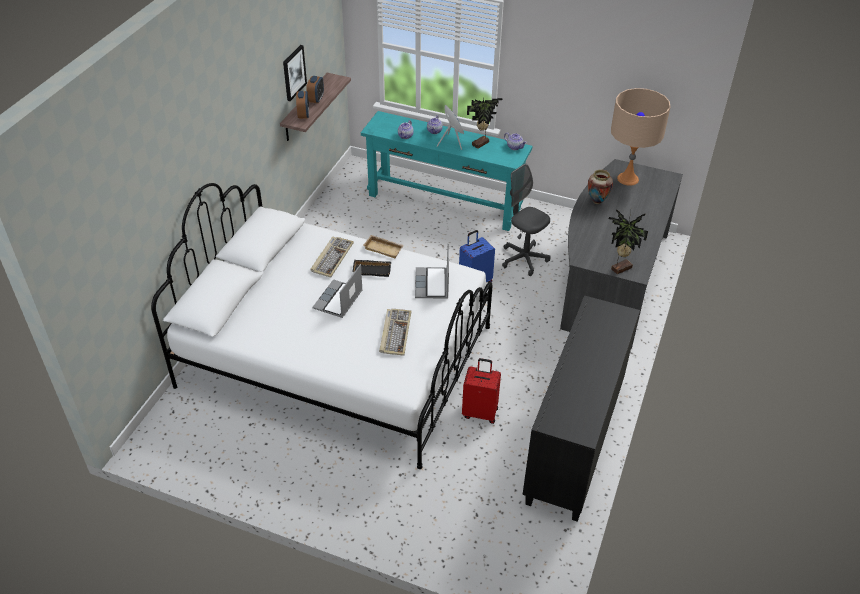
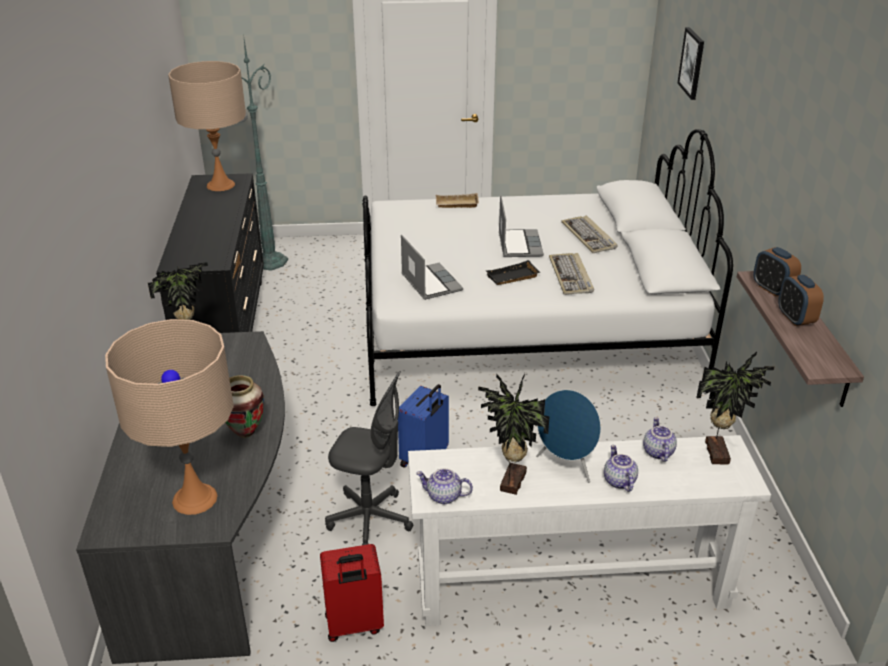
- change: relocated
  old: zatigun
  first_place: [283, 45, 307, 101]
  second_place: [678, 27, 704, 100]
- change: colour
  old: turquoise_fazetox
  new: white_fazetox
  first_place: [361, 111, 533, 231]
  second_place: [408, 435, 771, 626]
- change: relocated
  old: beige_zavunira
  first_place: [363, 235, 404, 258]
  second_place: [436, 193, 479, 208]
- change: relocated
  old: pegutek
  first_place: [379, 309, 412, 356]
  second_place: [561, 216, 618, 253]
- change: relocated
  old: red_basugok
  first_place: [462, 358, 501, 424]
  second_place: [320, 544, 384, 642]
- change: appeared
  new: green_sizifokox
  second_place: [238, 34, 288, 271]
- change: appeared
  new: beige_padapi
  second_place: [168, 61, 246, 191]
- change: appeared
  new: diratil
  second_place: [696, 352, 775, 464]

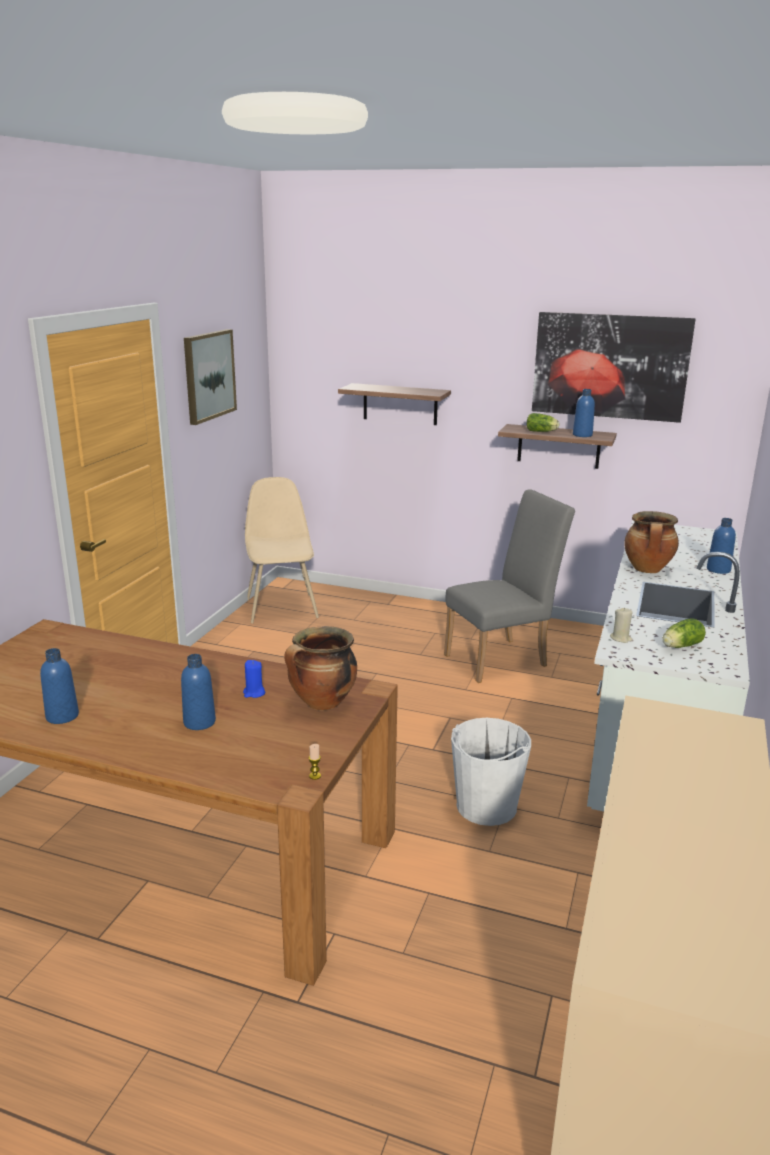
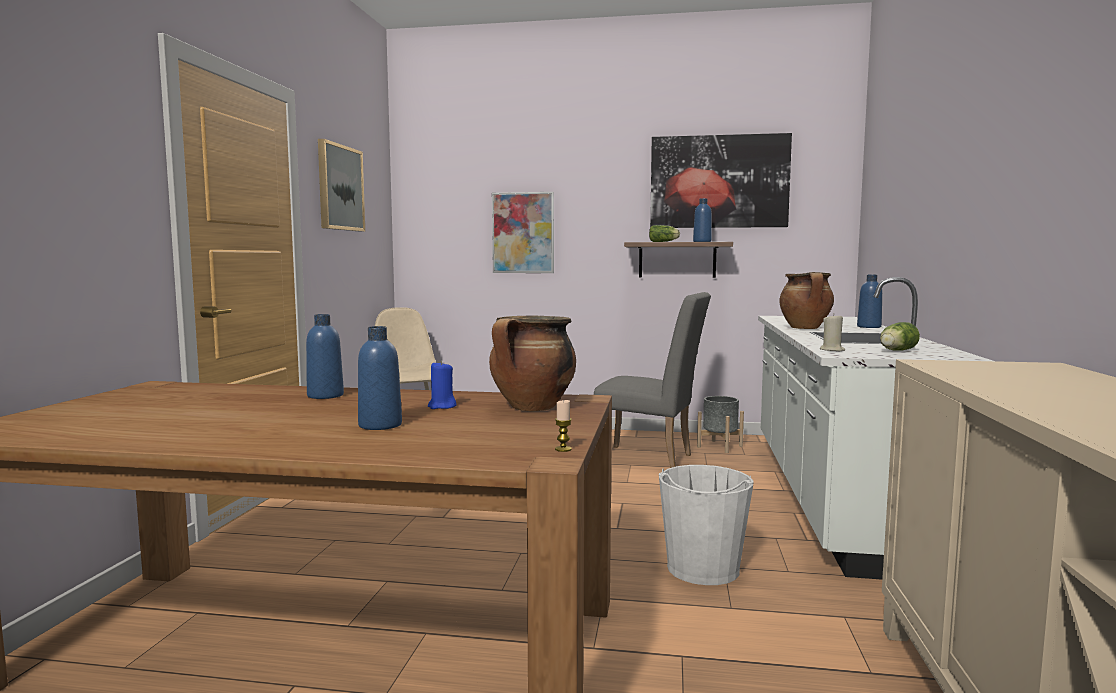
- change: exchanged
  old: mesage
  new: zatigun
  first_place: [338, 383, 451, 425]
  second_place: [492, 192, 554, 273]
- change: spun
  old: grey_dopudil
  first_place: [444, 489, 575, 683]
  second_place: [594, 292, 711, 468]
  degrees: 60
- change: relocated
  old: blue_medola
  first_place: [40, 648, 79, 724]
  second_place: [306, 314, 344, 399]
- change: appeared
  new: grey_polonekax
  second_place: [697, 396, 744, 453]

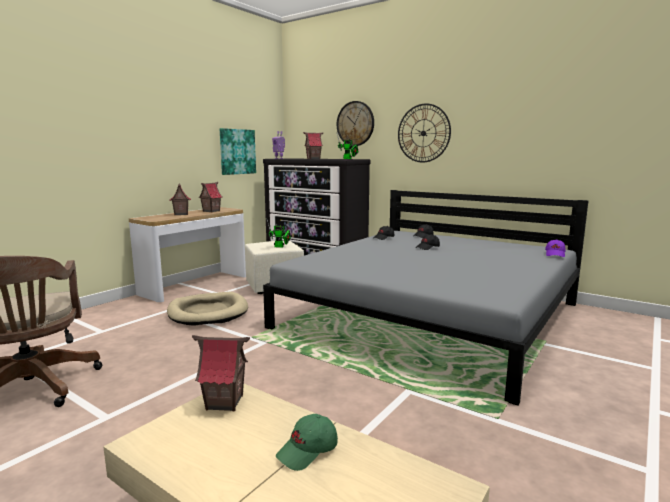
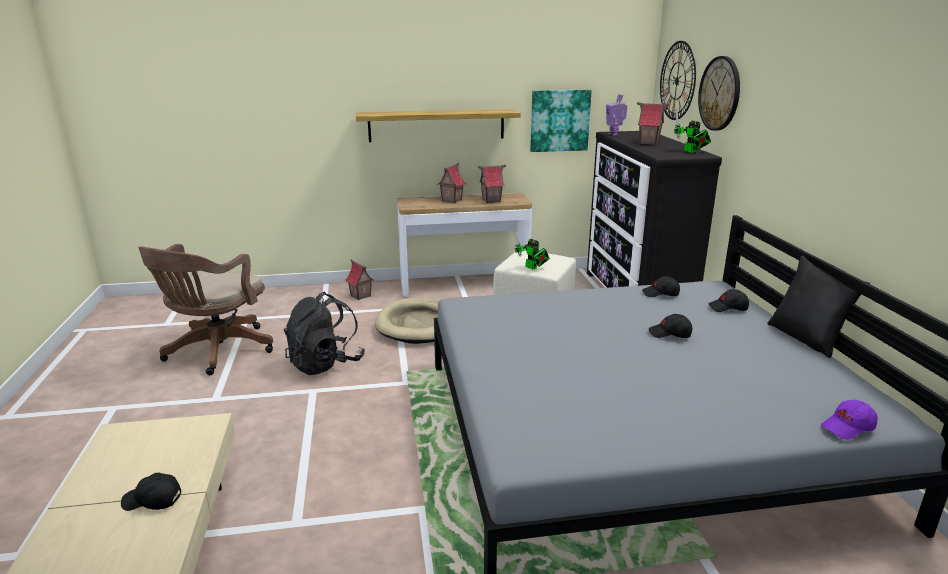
- change: relocated
  old: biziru
  first_place: [398, 103, 451, 163]
  second_place: [660, 41, 696, 120]
- change: relocated
  old: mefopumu
  first_place: [192, 335, 250, 412]
  second_place: [345, 260, 374, 300]
- change: colour
  old: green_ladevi
  new: black_ladevi
  first_place: [276, 414, 338, 471]
  second_place: [121, 473, 181, 511]
- change: appeared
  new: mesage
  second_place: [356, 109, 521, 142]
- change: appeared
  new: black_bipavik
  second_place: [767, 256, 870, 358]
- change: appeared
  new: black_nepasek
  second_place: [284, 292, 365, 375]

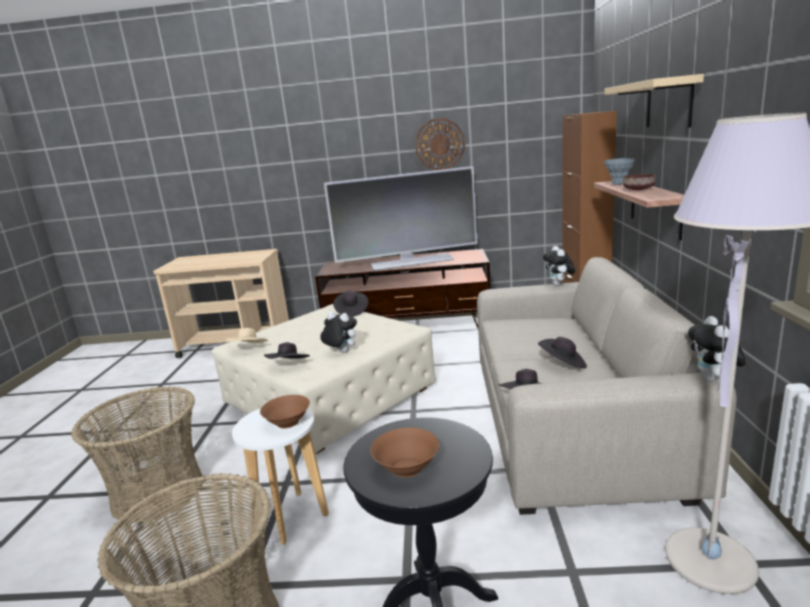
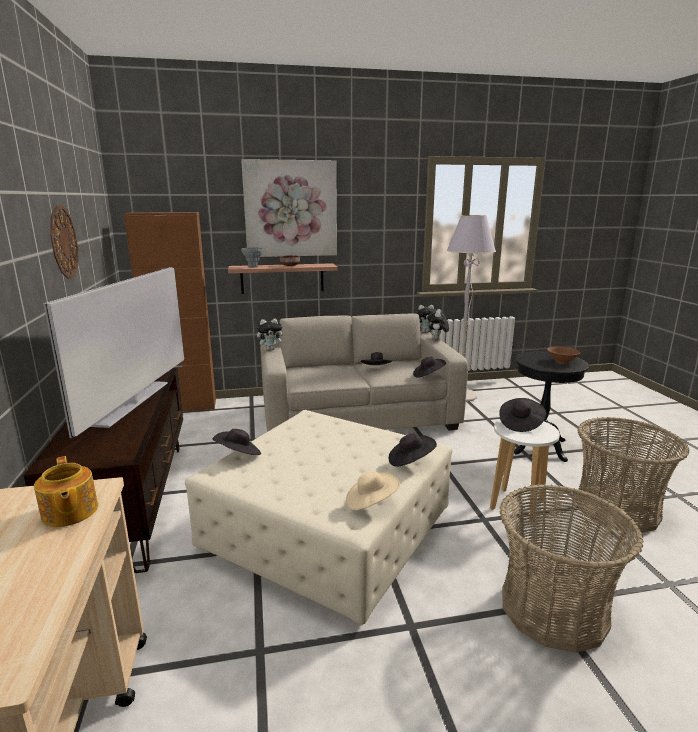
- change: exchanged
  old: beige_mesage
  new: zatigun
  first_place: [604, 74, 704, 128]
  second_place: [241, 159, 337, 257]
- change: spun
  old: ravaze
  first_place: [324, 166, 478, 271]
  second_place: [43, 267, 184, 438]
  degrees: -150
- change: relocated
  old: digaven
  first_place: [320, 312, 357, 353]
  second_place: [428, 309, 449, 340]
- change: exchanged
  old: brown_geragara
  new: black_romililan
  first_place: [260, 395, 310, 429]
  second_place: [499, 398, 546, 432]
- change: appeared
  new: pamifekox
  second_place: [34, 456, 98, 527]

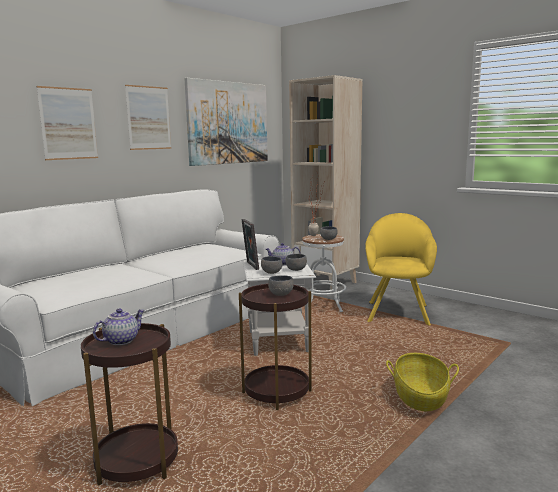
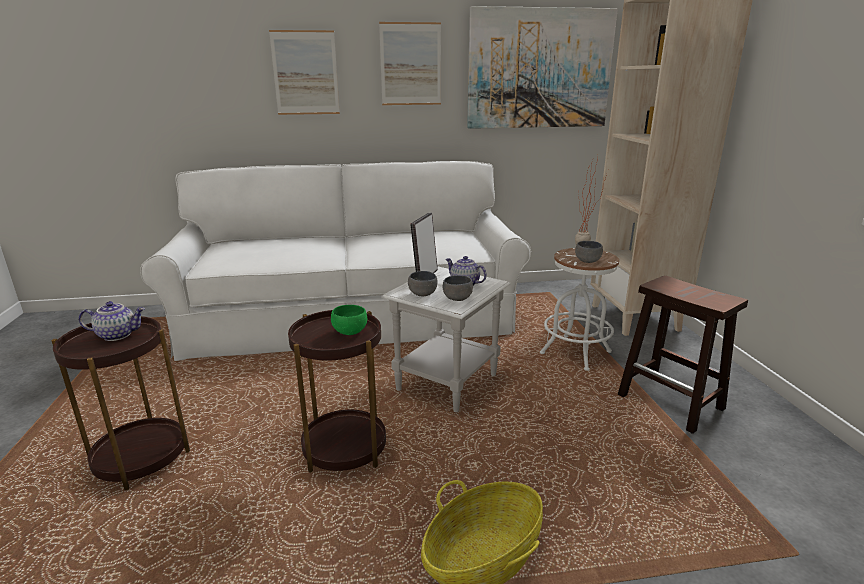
- change: exchanged
  old: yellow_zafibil
  new: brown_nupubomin
  first_place: [365, 213, 437, 325]
  second_place: [618, 275, 748, 434]
- change: colour
  old: grey_geragara
  new: green_geragara
  first_place: [268, 275, 294, 296]
  second_place: [331, 305, 367, 335]

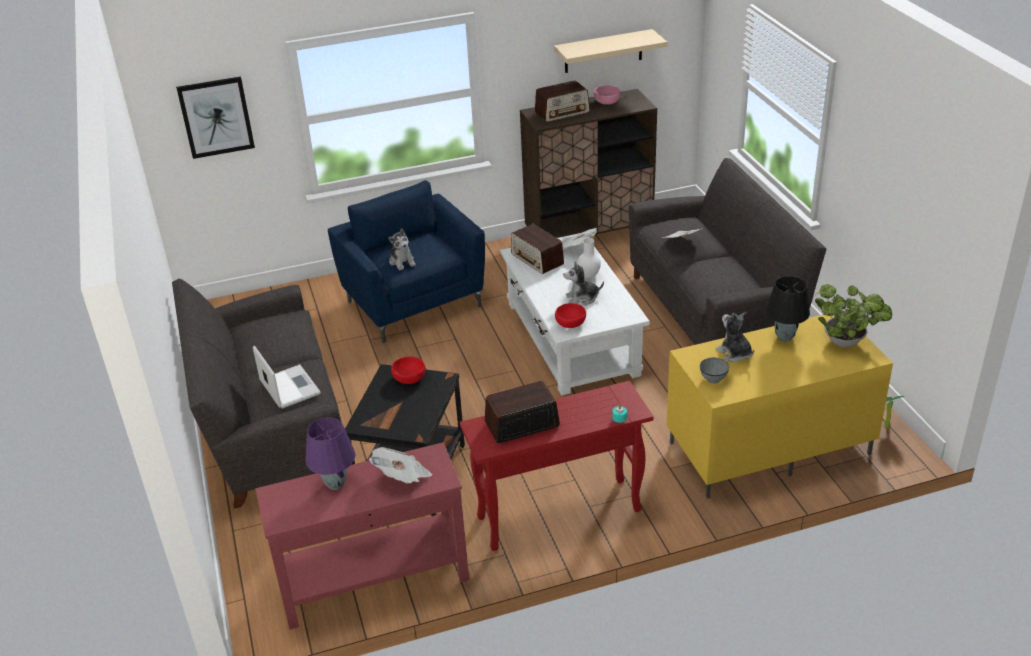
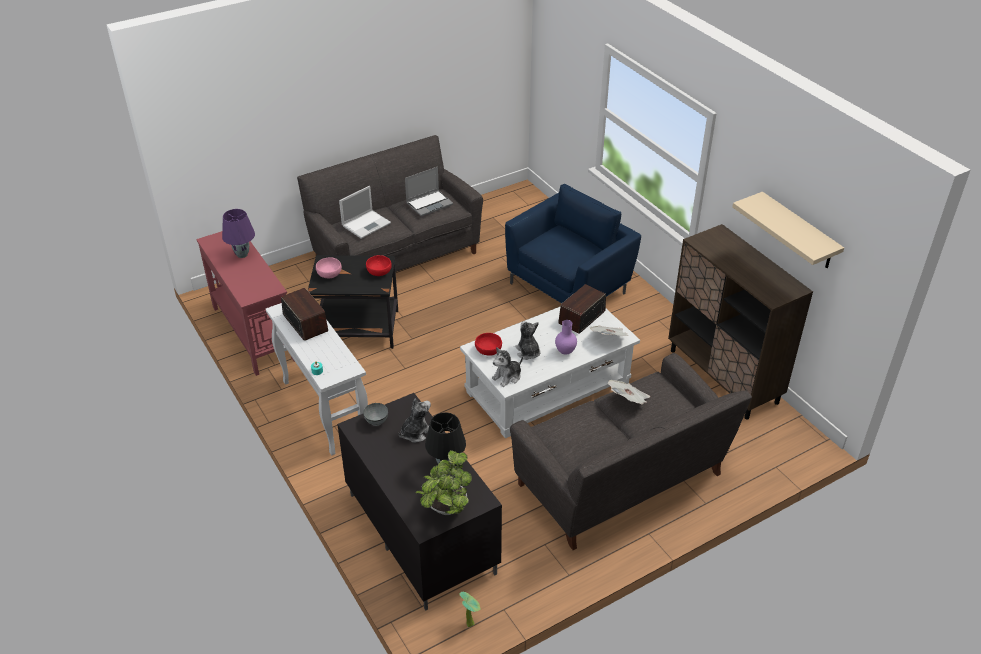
- change: missing
  old: zatigun
  first_place: [176, 76, 255, 159]
- change: missing
  old: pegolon
  first_place: [535, 80, 590, 122]
- change: relocated
  old: pink_geragara
  first_place: [594, 86, 621, 105]
  second_place: [316, 257, 342, 278]
- change: relocated
  old: digaven
  first_place: [388, 229, 416, 270]
  second_place: [492, 347, 523, 387]
- change: colour
  old: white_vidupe
  new: purple_vidupe
  first_place: [577, 238, 601, 278]
  second_place: [555, 320, 577, 355]
- change: colour
  old: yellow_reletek
  new: black_reletek
  first_place: [666, 314, 893, 499]
  second_place: [337, 393, 502, 611]
- change: colour
  old: red_fazetox
  new: white_fazetox
  first_place: [460, 381, 653, 551]
  second_place: [266, 303, 368, 455]
- change: missing
  old: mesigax
  first_place: [369, 447, 432, 484]
- change: appeared
  new: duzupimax
  second_place: [405, 166, 453, 216]

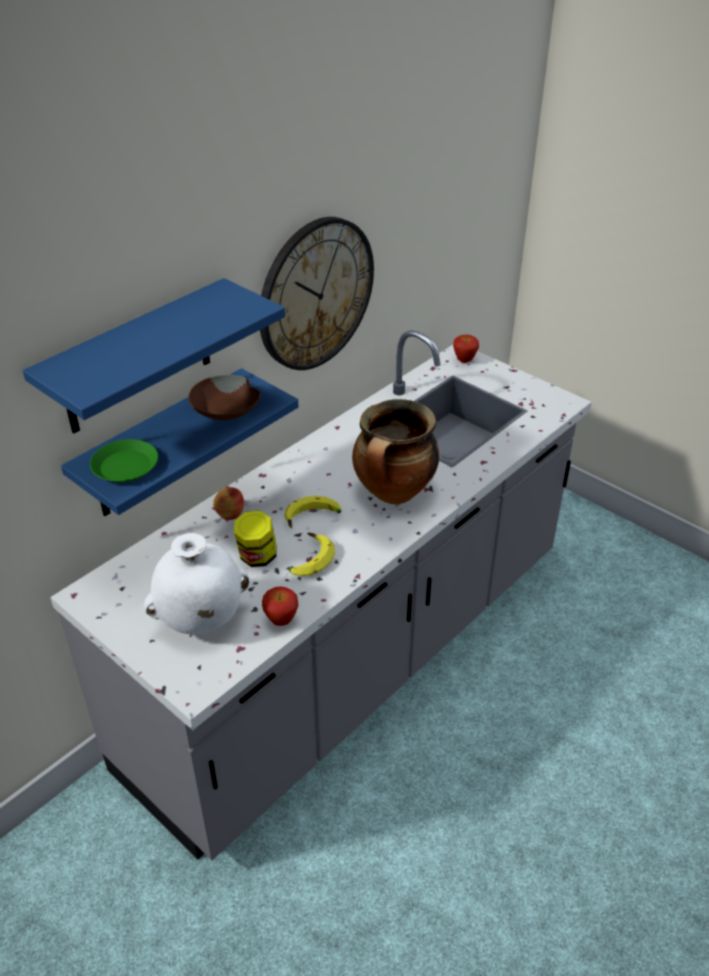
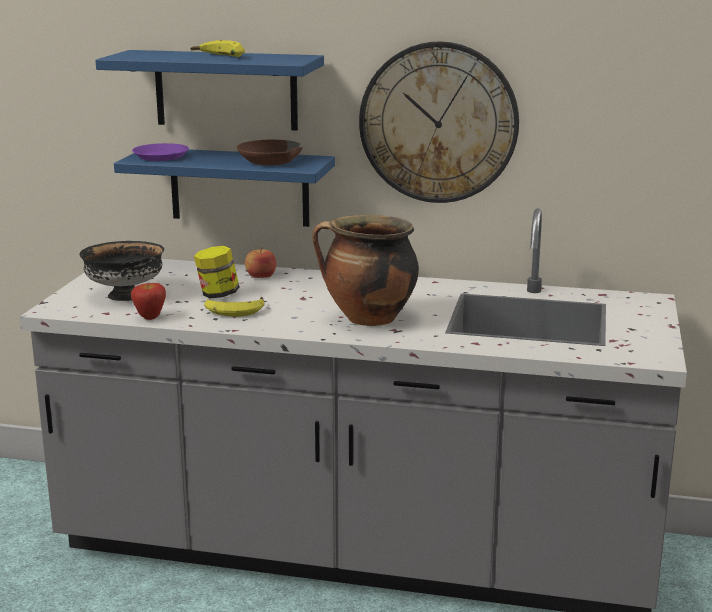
- change: missing
  old: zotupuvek
  first_place: [453, 335, 479, 363]
- change: colour
  old: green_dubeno
  new: purple_dubeno
  first_place: [90, 439, 158, 483]
  second_place: [132, 143, 189, 161]
- change: relocated
  old: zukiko
  first_place: [285, 496, 341, 528]
  second_place: [190, 40, 245, 57]
- change: exchanged
  old: white_vidupe
  new: black_geragara
  first_place: [144, 533, 249, 634]
  second_place: [79, 241, 164, 301]

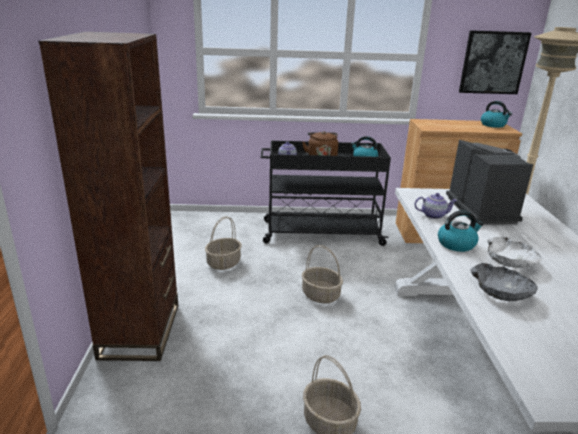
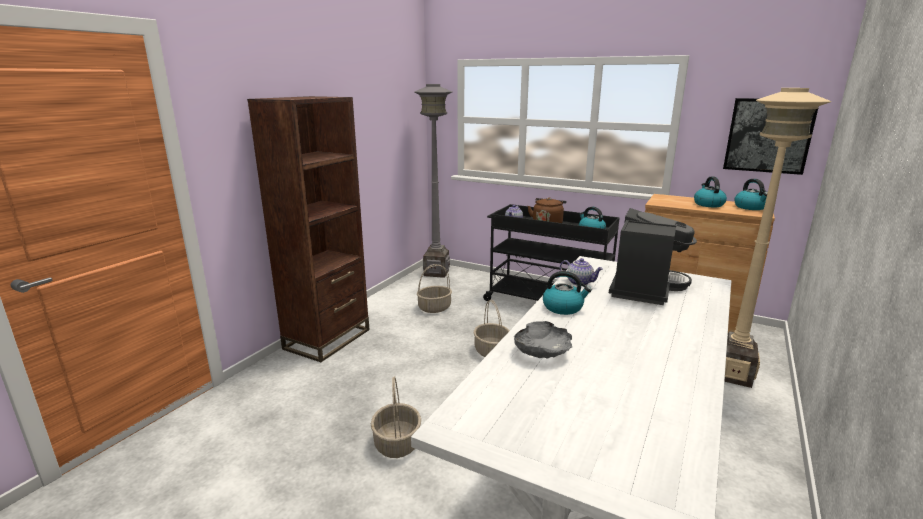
- change: missing
  old: white_geragara
  first_place: [487, 237, 542, 268]
- change: appeared
  new: grey_sizifokox
  second_place: [414, 84, 452, 278]
- change: appeared
  new: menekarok
  second_place: [694, 177, 727, 207]

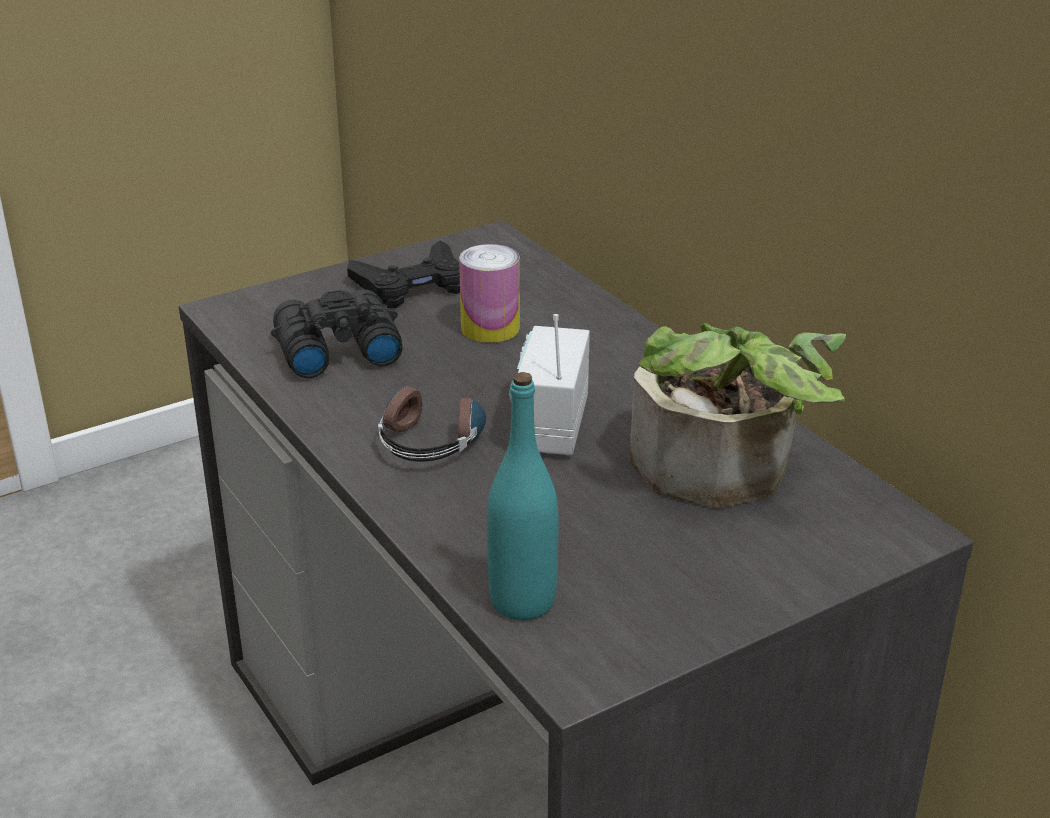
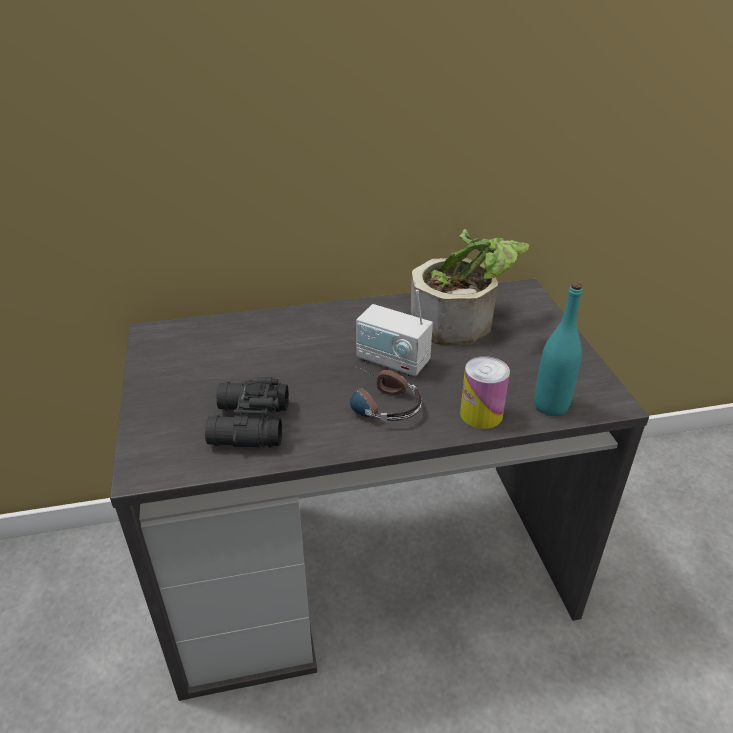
- change: missing
  old: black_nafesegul
  first_place: [347, 240, 460, 308]
- change: relocated
  old: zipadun
  first_place: [459, 244, 520, 343]
  second_place: [460, 356, 510, 429]

